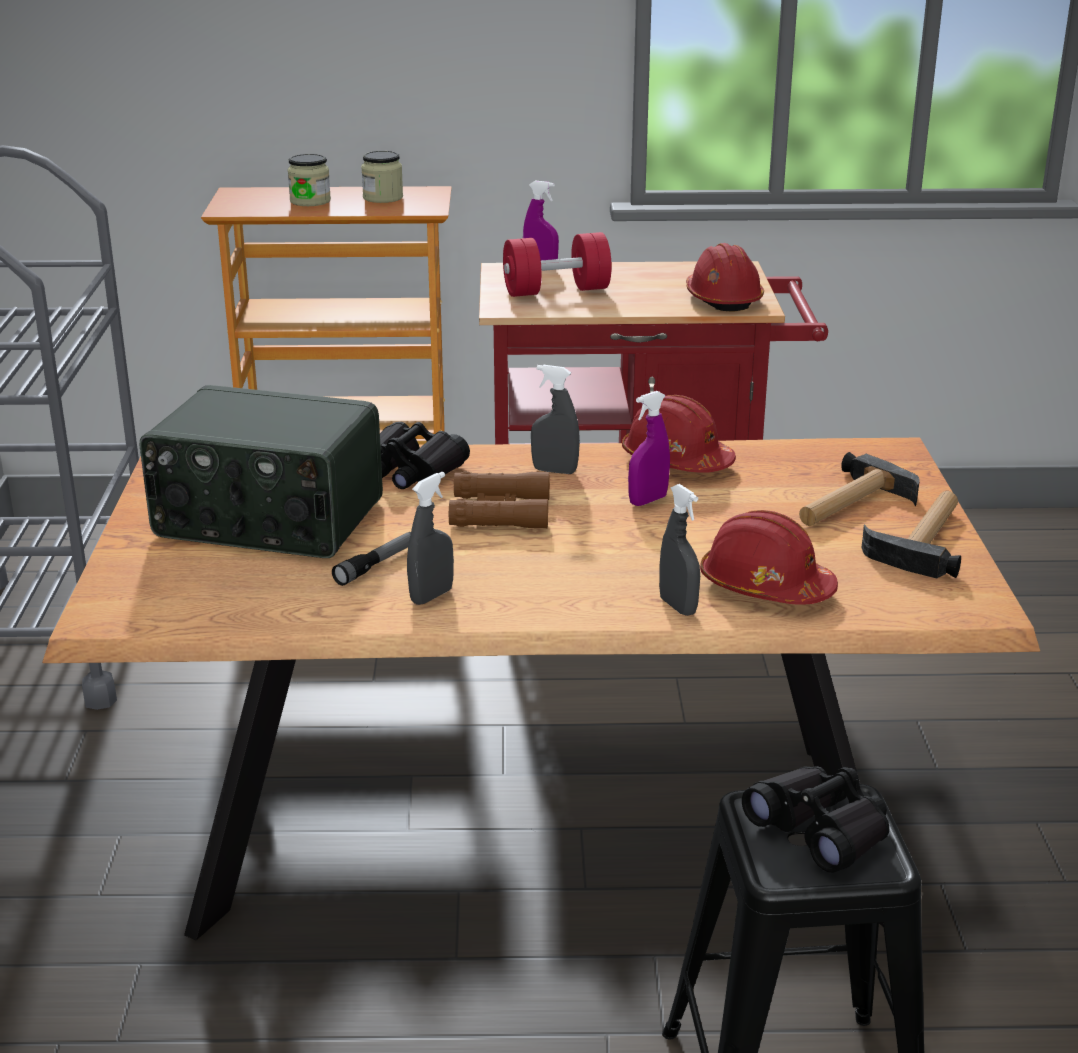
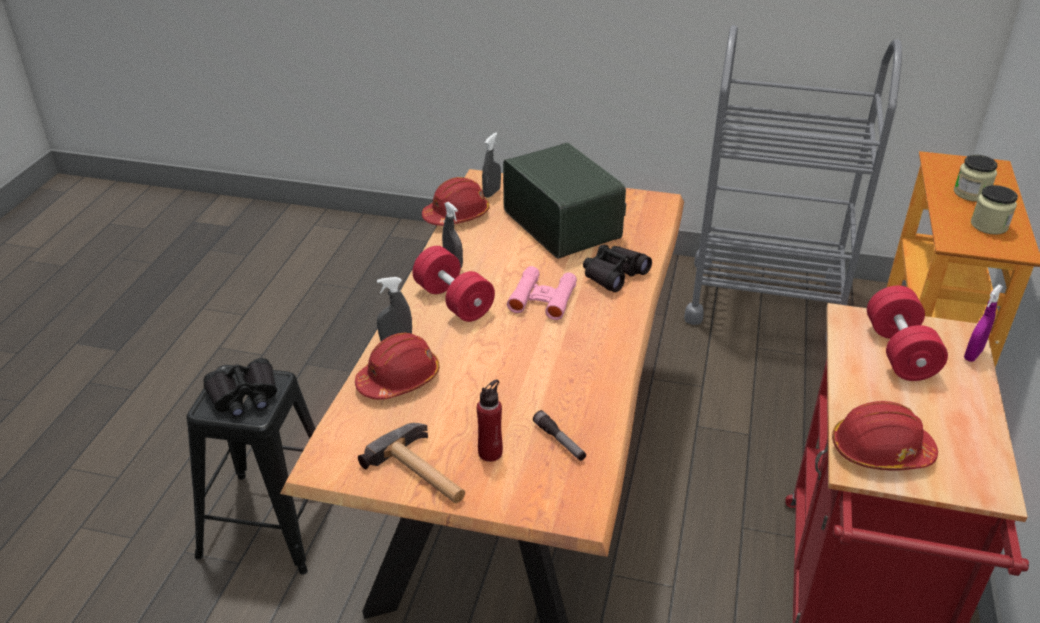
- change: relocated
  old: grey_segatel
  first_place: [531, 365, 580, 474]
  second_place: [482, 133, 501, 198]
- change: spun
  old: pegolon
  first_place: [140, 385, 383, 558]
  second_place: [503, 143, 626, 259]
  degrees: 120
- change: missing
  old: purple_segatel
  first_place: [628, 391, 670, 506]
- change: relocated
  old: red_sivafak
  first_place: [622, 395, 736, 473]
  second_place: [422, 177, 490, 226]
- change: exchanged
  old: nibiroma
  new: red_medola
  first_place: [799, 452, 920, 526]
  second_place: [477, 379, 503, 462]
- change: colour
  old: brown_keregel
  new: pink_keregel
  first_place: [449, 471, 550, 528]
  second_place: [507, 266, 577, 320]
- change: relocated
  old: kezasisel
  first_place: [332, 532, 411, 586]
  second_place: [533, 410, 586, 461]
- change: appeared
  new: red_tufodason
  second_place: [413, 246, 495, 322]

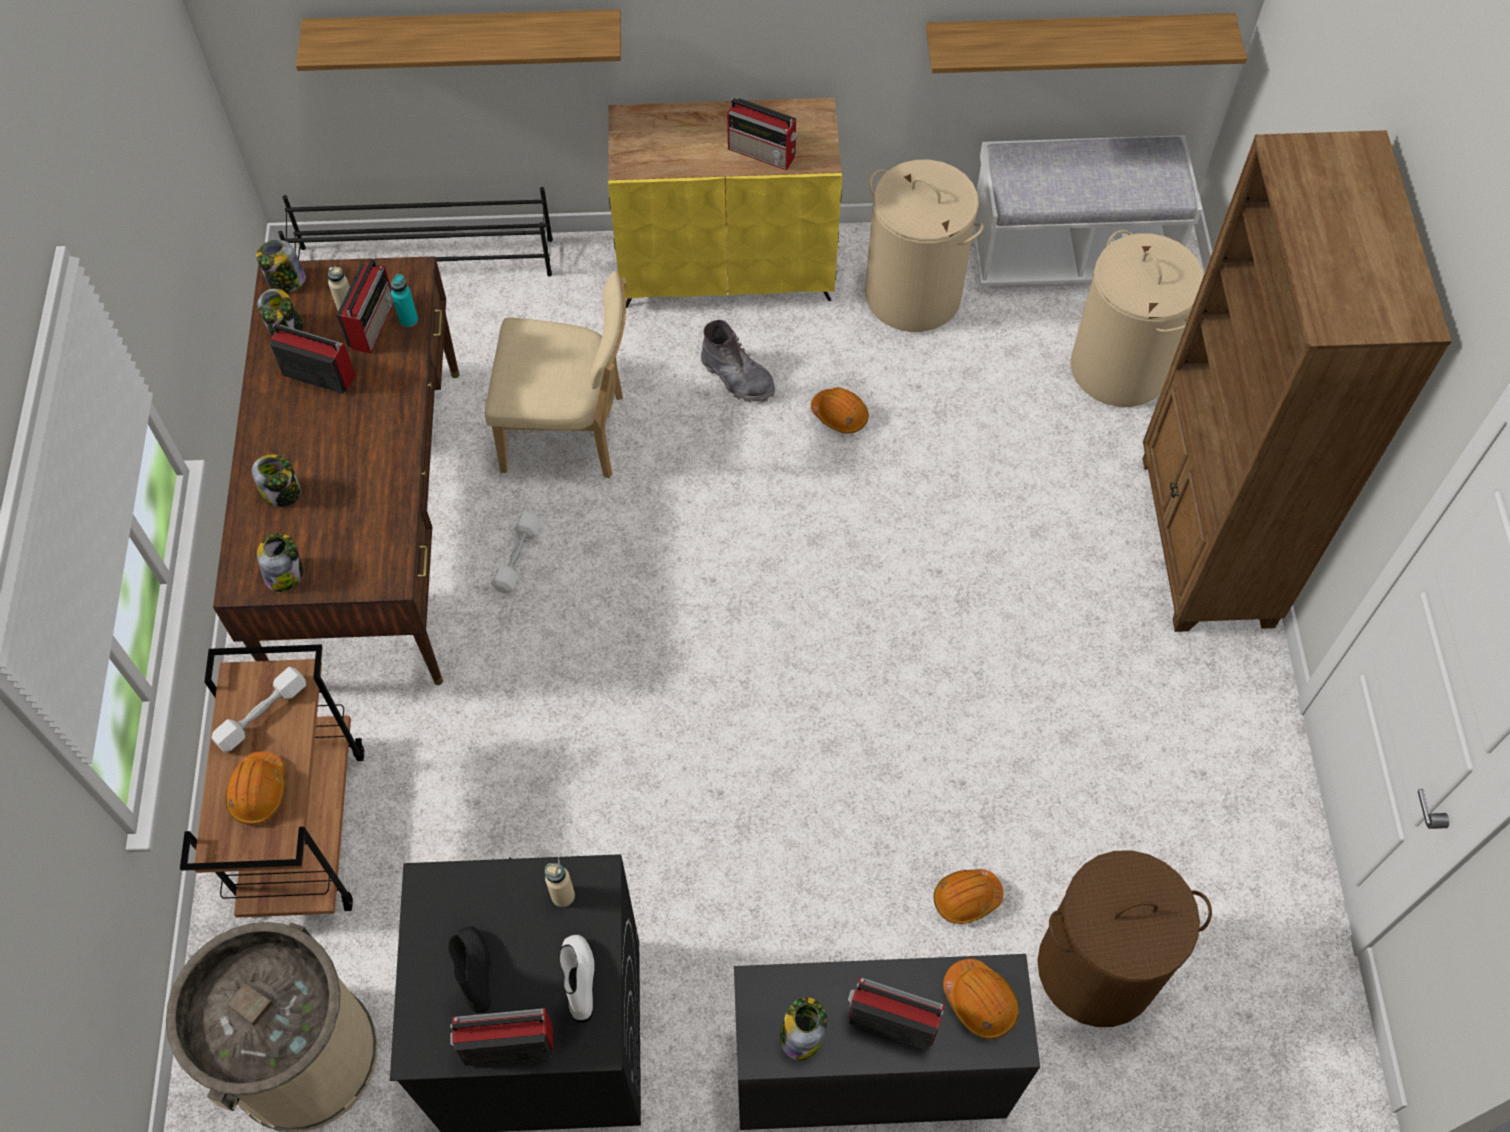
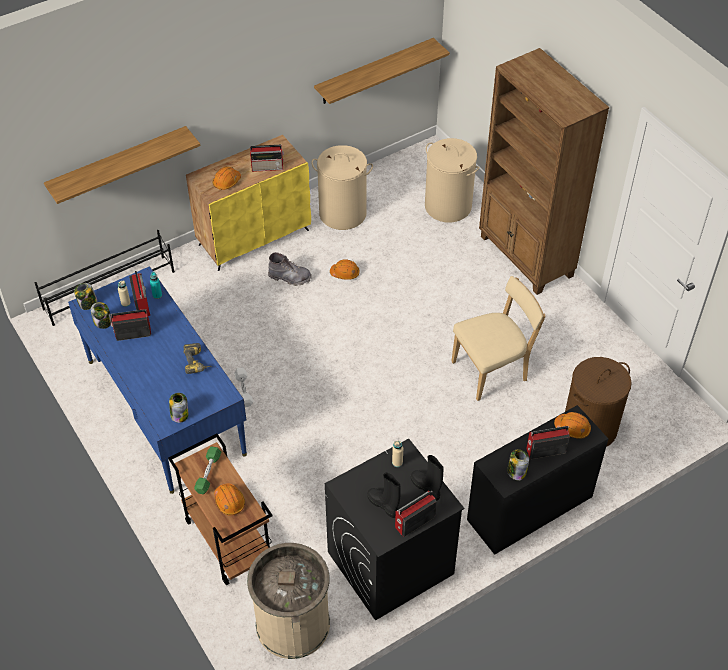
- change: missing
  old: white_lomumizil
  first_place: [973, 135, 1202, 288]
- change: colour
  old: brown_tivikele
  new: blue_tivikele
  first_place: [213, 256, 460, 685]
  second_place: [68, 266, 247, 494]
- change: relocated
  old: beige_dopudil
  first_place: [485, 271, 626, 478]
  second_place: [451, 276, 546, 401]
- change: missing
  old: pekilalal
  first_place: [252, 455, 301, 507]
- change: colour
  old: white_tufodason
  new: green_tufodason
  first_place: [211, 667, 306, 752]
  second_place: [194, 446, 221, 494]
- change: relocated
  old: orange_sivafak
  first_place: [933, 869, 1003, 924]
  second_place: [213, 166, 241, 190]
- change: colour
  old: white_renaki
  new: black_renaki
  first_place: [559, 935, 595, 1023]
  second_place: [411, 455, 444, 501]
- change: appeared
  new: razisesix
  second_place: [183, 343, 211, 374]

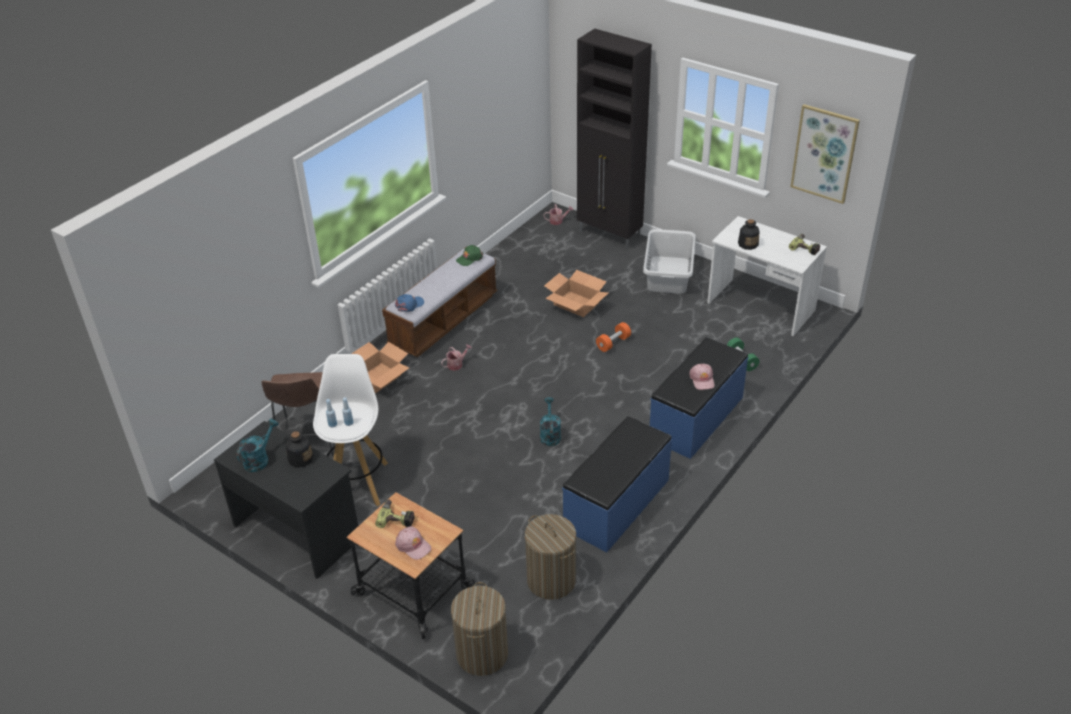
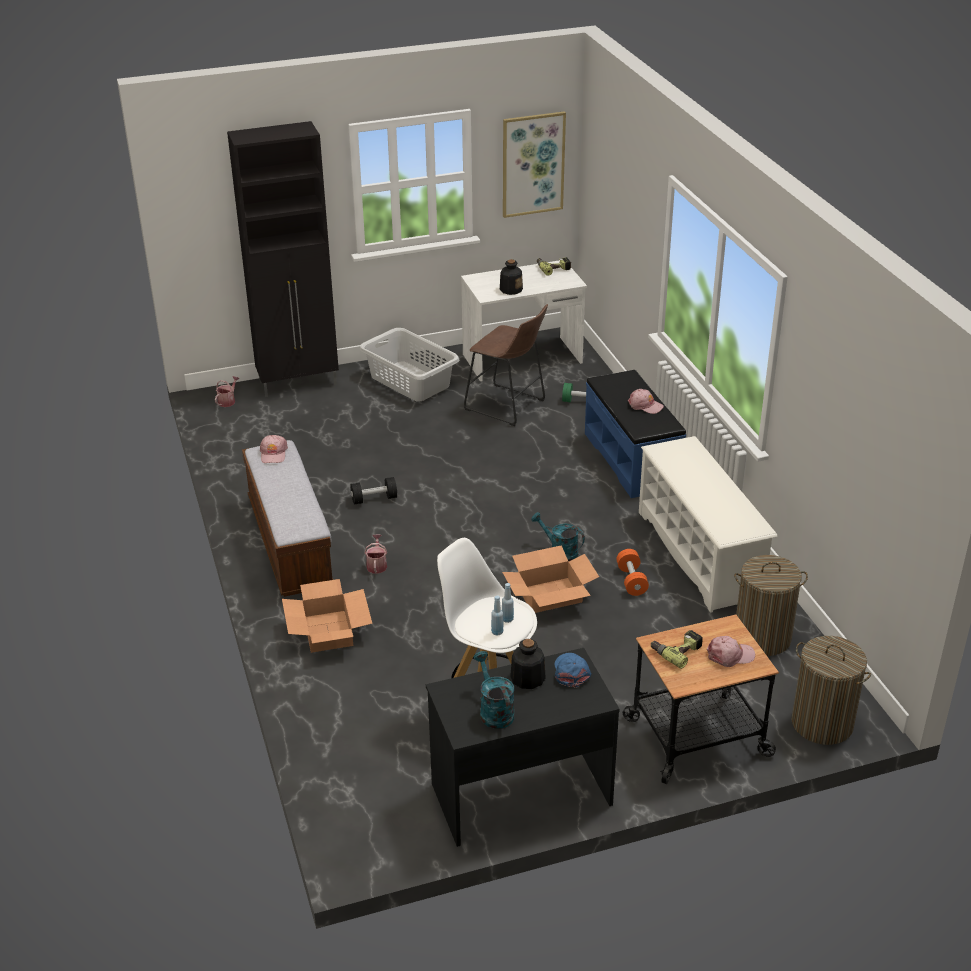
- change: colour
  old: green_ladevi
  new: pink_ladevi
  first_place: [456, 245, 483, 266]
  second_place: [260, 435, 288, 463]
- change: relocated
  old: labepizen
  first_place: [544, 270, 608, 317]
  second_place: [502, 545, 599, 613]
- change: relocated
  old: blue_ladevi
  first_place: [395, 294, 424, 312]
  second_place: [555, 653, 592, 688]
- change: relocated
  old: orange_tufodason
  first_place: [596, 322, 631, 352]
  second_place: [616, 549, 649, 596]
- change: relocated
  old: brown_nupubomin
  first_place: [262, 372, 335, 456]
  second_place: [464, 304, 548, 426]
- change: exchanged
  old: blue_lomumizil
  new: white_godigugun
  first_place: [562, 416, 672, 553]
  second_place: [639, 436, 778, 613]
- change: appeared
  new: black_tufodason
  second_place: [351, 477, 397, 504]

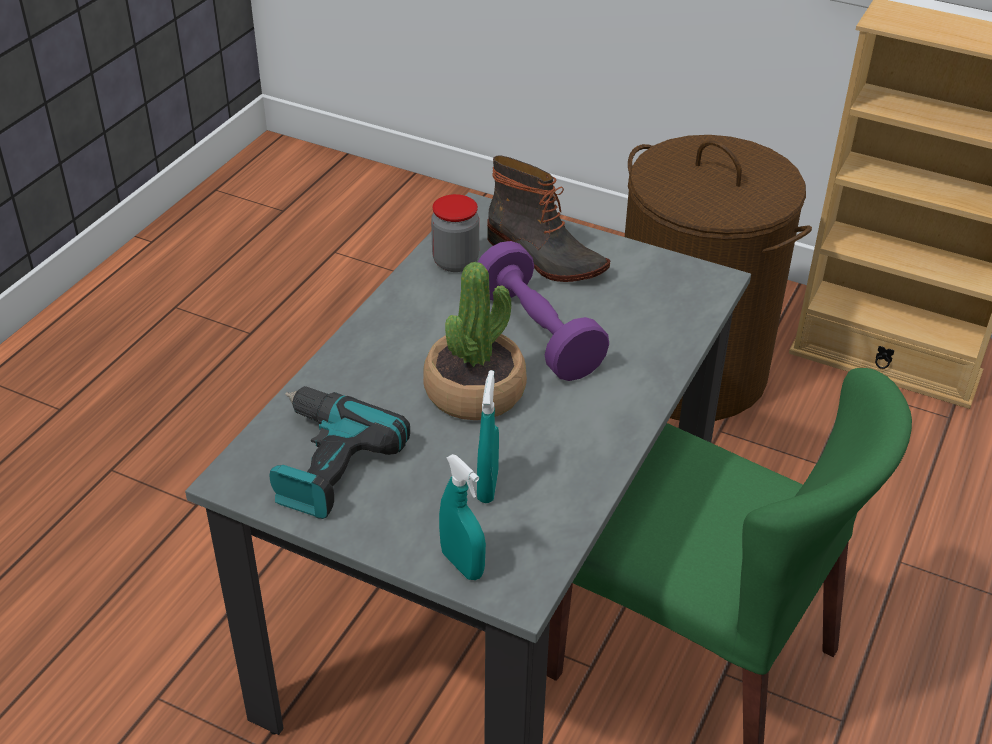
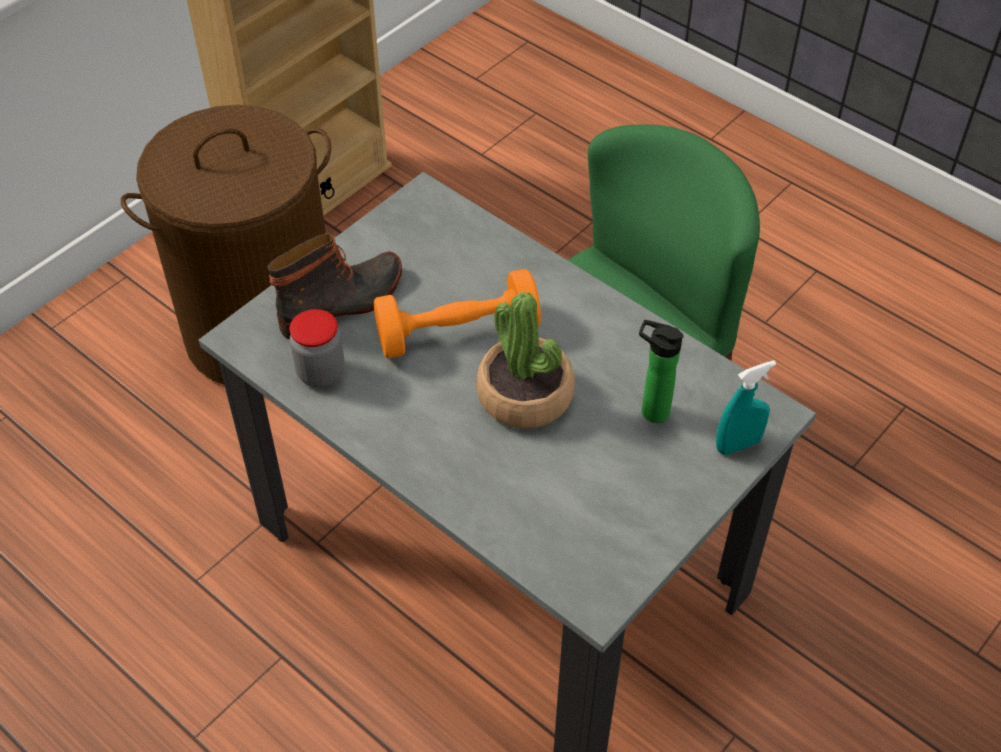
- change: colour
  old: purple_tufodason
  new: orange_tufodason
  first_place: [477, 241, 609, 381]
  second_place: [374, 269, 541, 359]
- change: exchanged
  old: turquoise_segatel
  new: medola
  first_place: [477, 370, 499, 503]
  second_place: [639, 320, 684, 423]
- change: missing
  old: razisesix
  first_place: [270, 386, 410, 519]

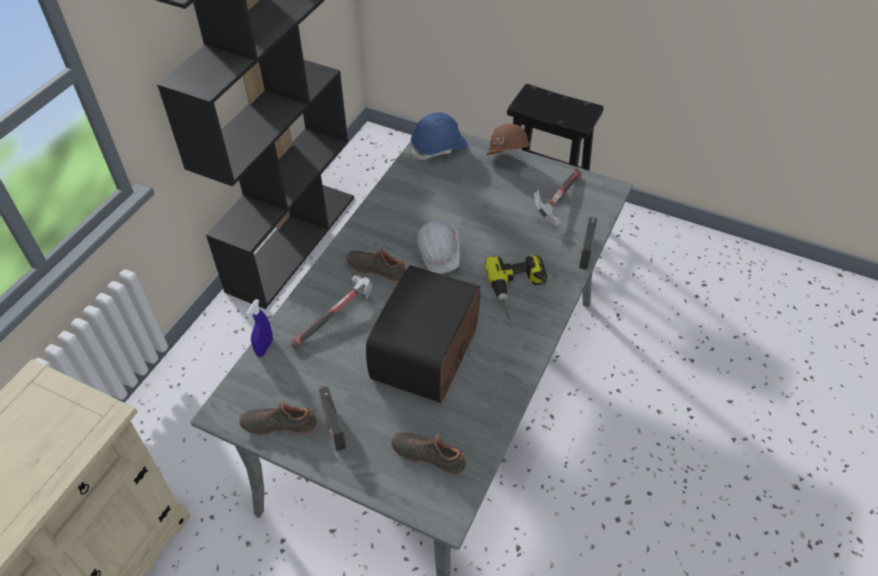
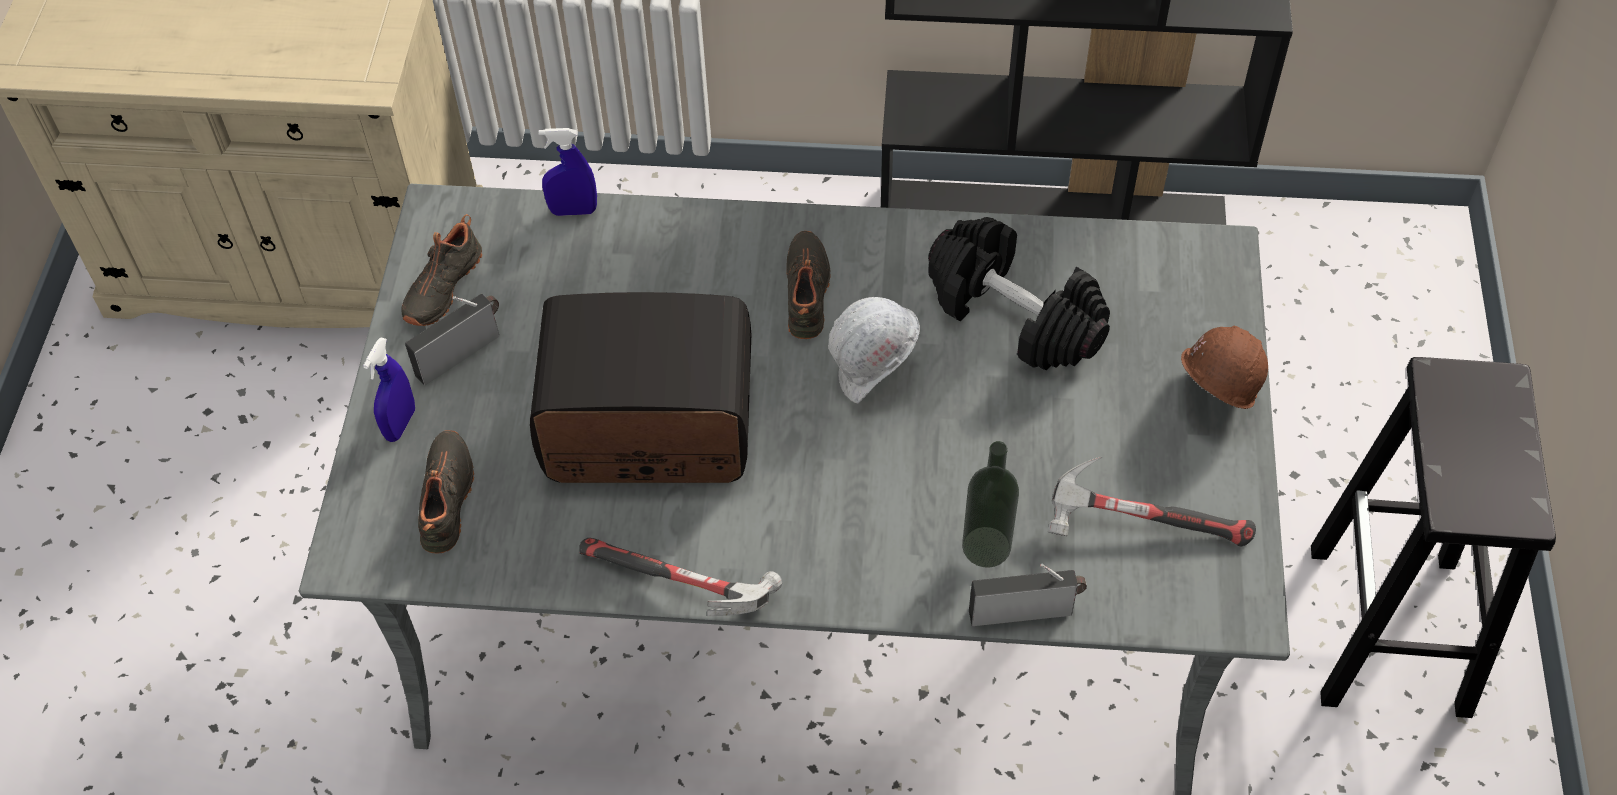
- change: missing
  old: blue_sivafak
  first_place: [411, 112, 468, 160]
- change: missing
  old: razisesix
  first_place: [485, 255, 547, 319]
- change: relocated
  old: nibiroma
  first_place: [290, 275, 373, 349]
  second_place: [579, 538, 782, 616]
- change: spun
  old: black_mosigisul
  first_place: [239, 400, 317, 435]
  second_place: [402, 214, 482, 326]
  degrees: -135
- change: appeared
  new: black_tufodason
  second_place: [928, 217, 1110, 370]
- change: appeared
  new: blue_segatel
  second_place: [363, 337, 415, 442]
- change: appeared
  new: medola
  second_place: [962, 441, 1019, 568]

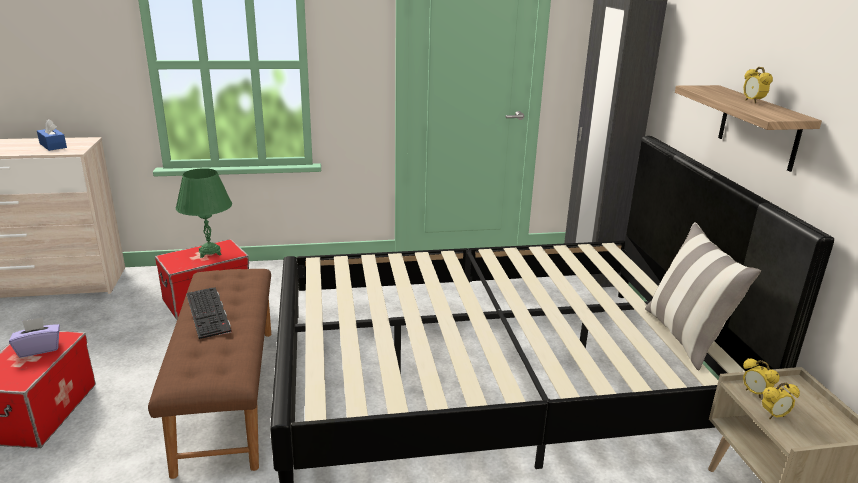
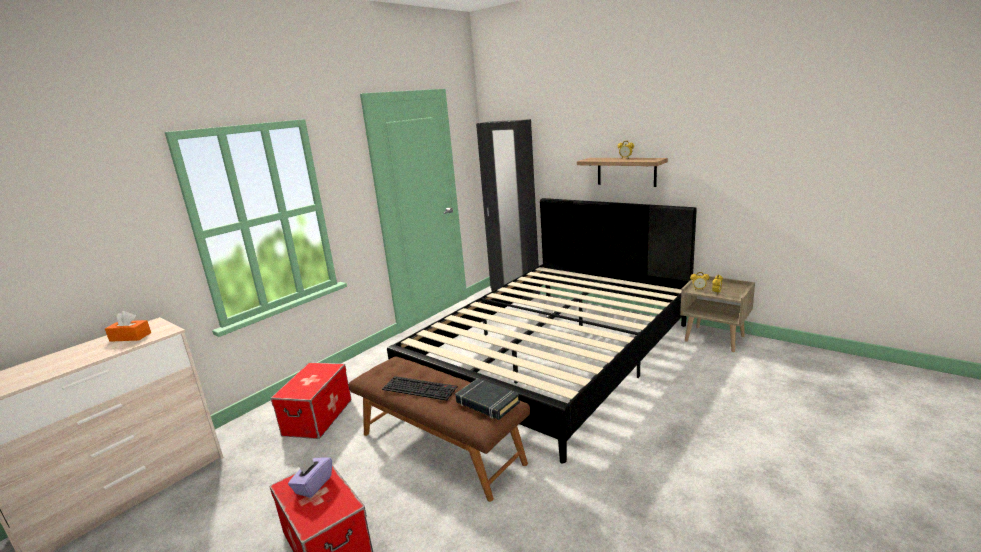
- change: colour
  old: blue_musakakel
  new: orange_musakakel
  first_place: [37, 119, 67, 151]
  second_place: [105, 311, 151, 342]
- change: missing
  old: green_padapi
  first_place: [176, 168, 232, 258]
- change: missing
  old: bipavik
  first_place: [645, 222, 761, 370]
- change: appeared
  new: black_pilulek
  second_place: [455, 378, 520, 420]

